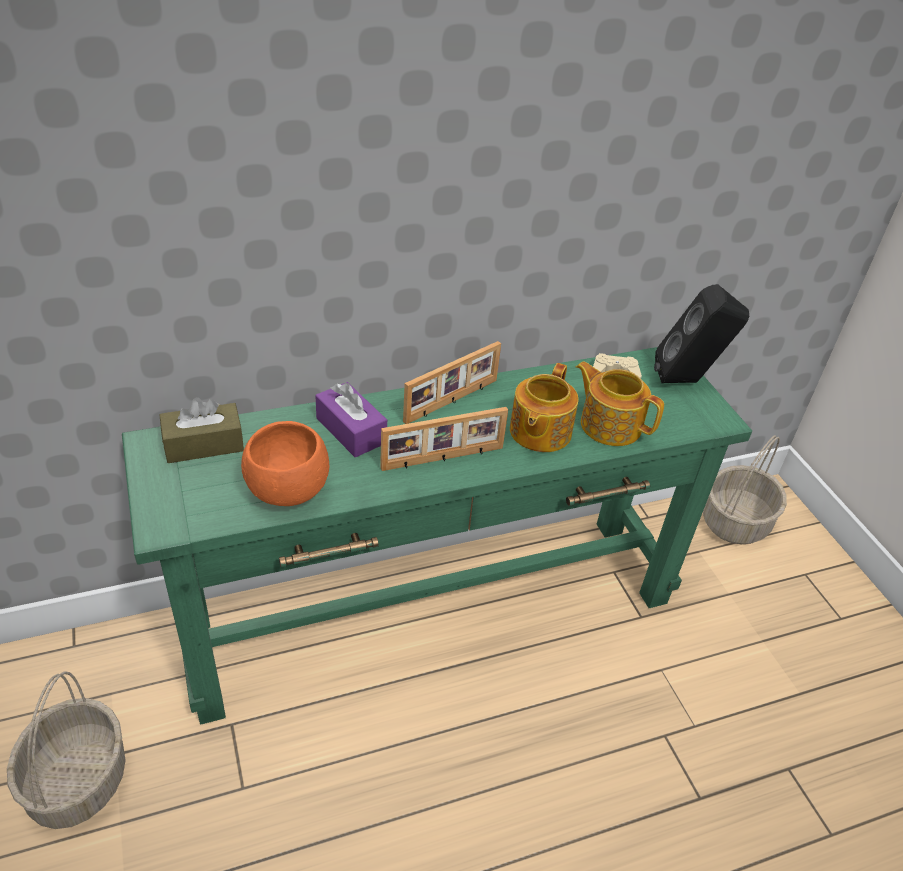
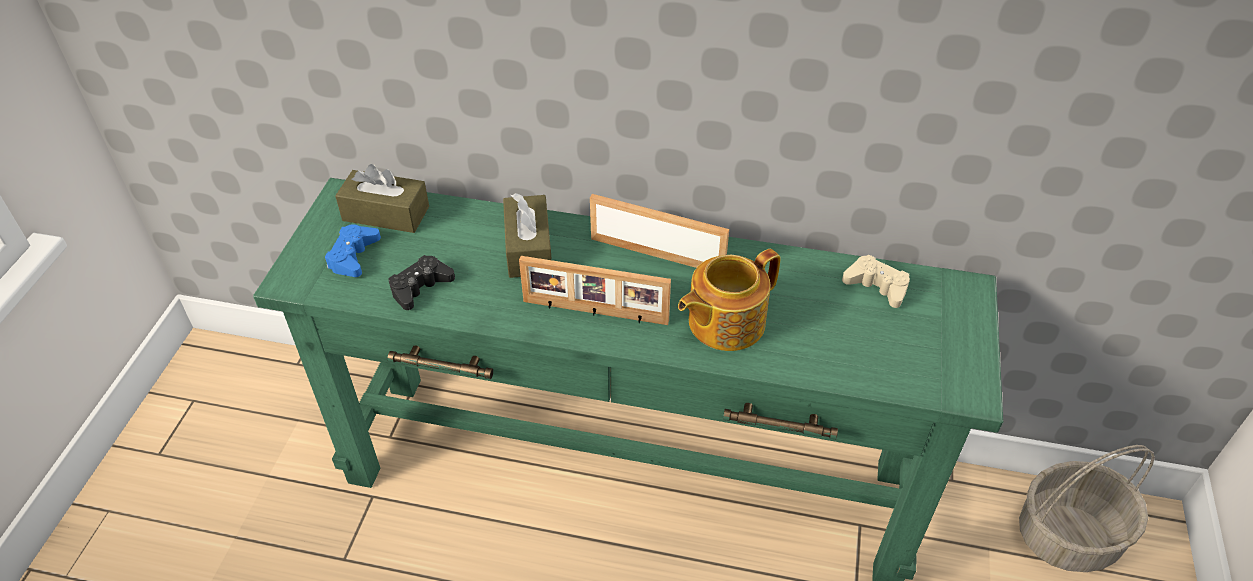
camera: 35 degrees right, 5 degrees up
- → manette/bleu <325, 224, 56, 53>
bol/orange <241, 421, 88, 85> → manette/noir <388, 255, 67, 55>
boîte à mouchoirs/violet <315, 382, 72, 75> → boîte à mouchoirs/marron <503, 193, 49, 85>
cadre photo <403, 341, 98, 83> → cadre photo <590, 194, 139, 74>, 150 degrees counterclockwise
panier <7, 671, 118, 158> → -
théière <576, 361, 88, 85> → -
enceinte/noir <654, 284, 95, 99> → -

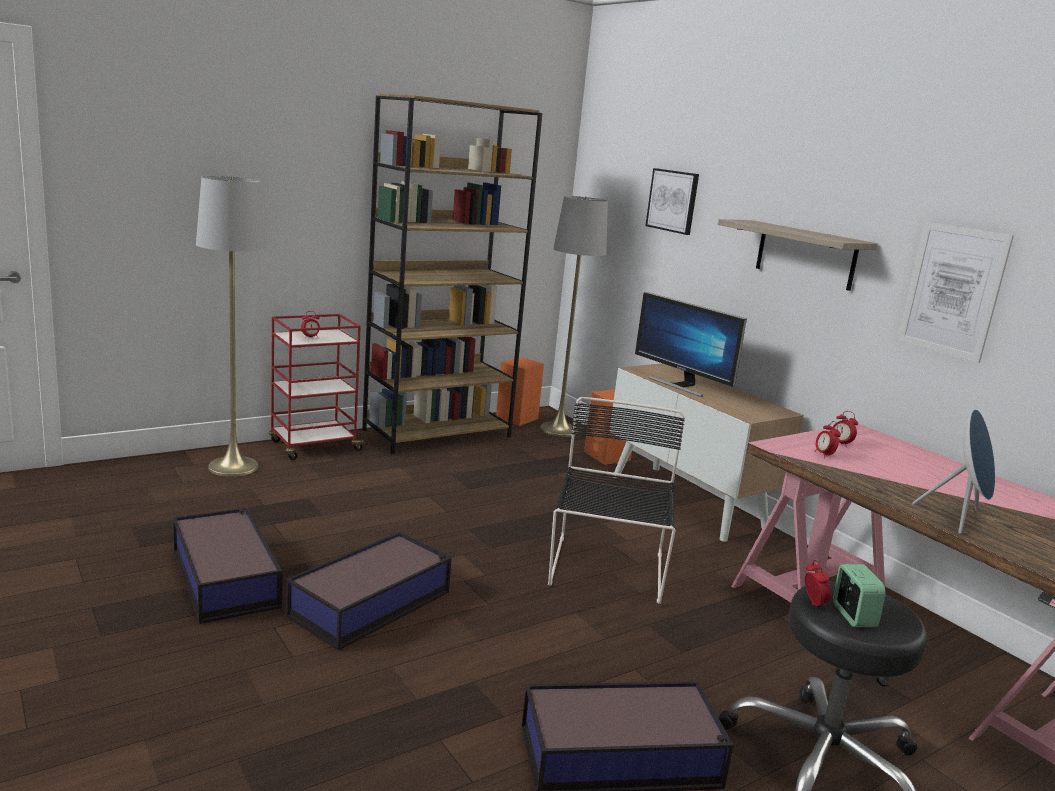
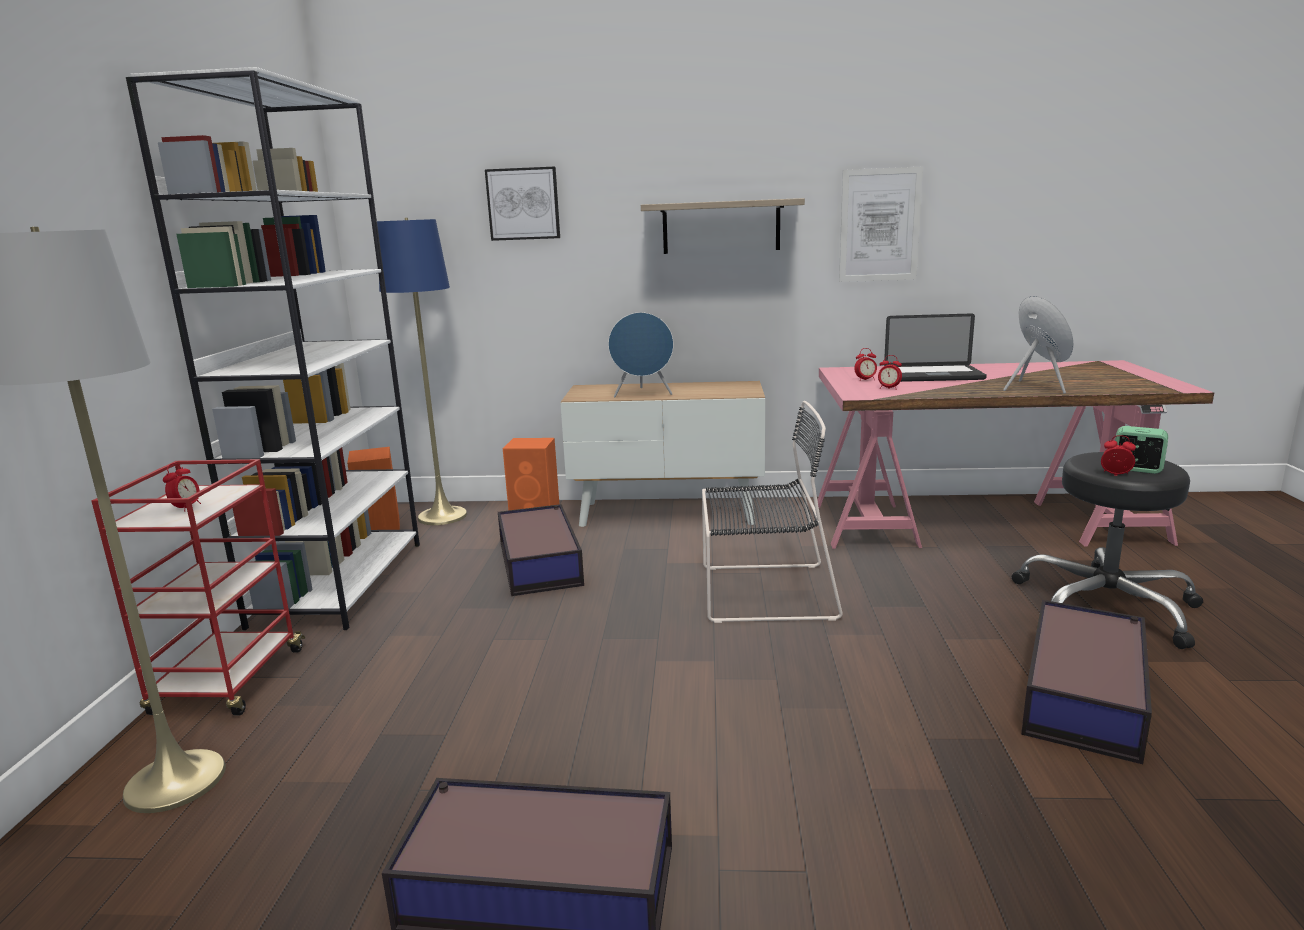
camera: 50 degrees left, 0 degrees up
bibliothèque/marron <362, 94, 181, 360> → bibliothèque/blanc <126, 67, 294, 563>
lampadaire/gris <540, 196, 68, 241> → lampadaire/bleu <377, 218, 90, 307>
boîte de rangement <286, 532, 166, 119> → boîte de rangement <498, 504, 86, 92>, moved
écran d'ordinateur <635, 292, 112, 105> → enceinte/bleu <608, 312, 66, 85>
chaise/noir <548, 397, 137, 207> → chaise/noir <702, 401, 141, 222>, 135 degrees clockwise
- → ordinateur portable <884, 313, 103, 69>

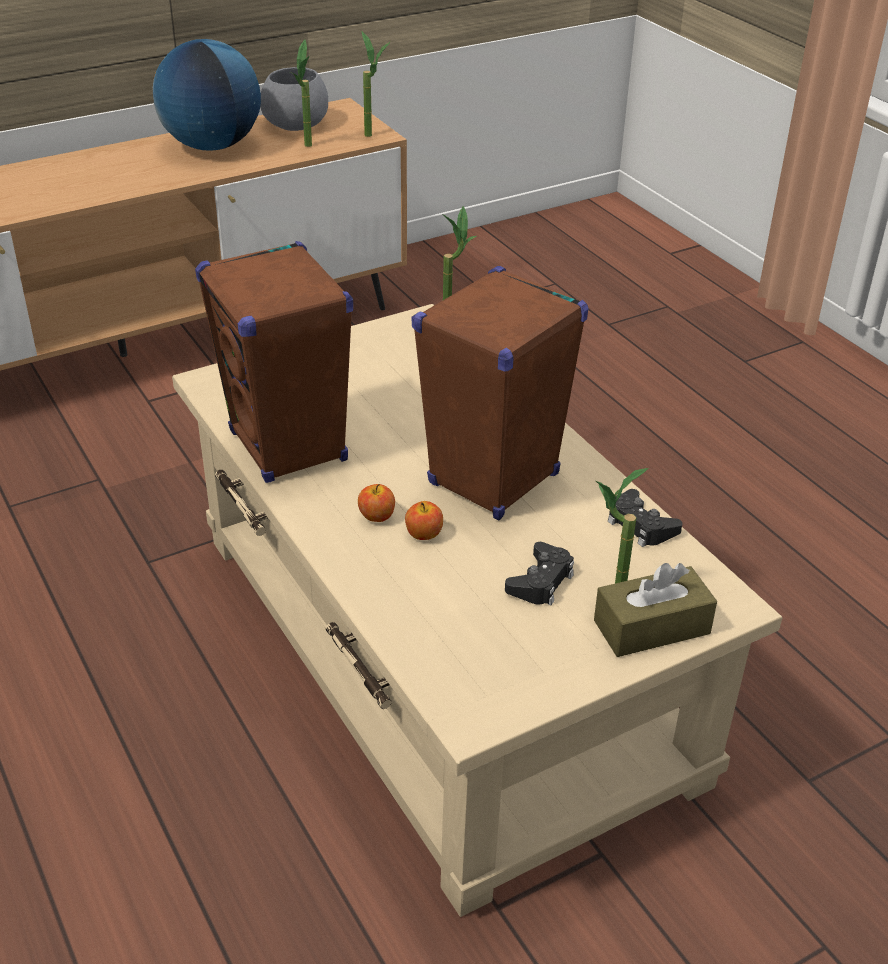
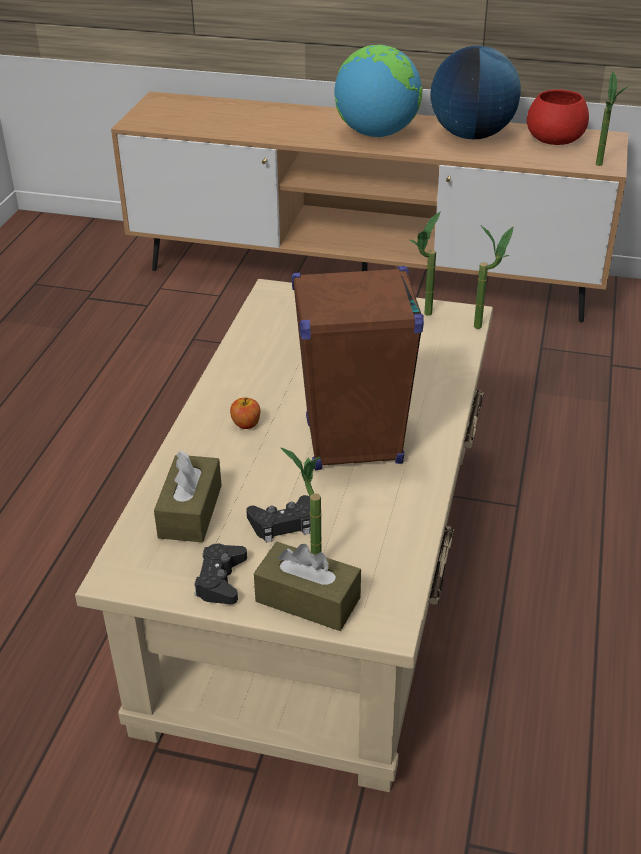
camera: 45 degrees right, 0 degrees up
- → boîte à mouchoirs/marron <154, 451, 68, 92>
manette/noir <608, 489, 75, 58> → manette/noir <194, 544, 53, 60>, moved
- → globe <335, 45, 87, 92>
plante en pot <290, 40, 22, 107> → plante en pot <408, 212, 32, 104>, moved
bol/gris <260, 67, 68, 64> → bol/rouge <527, 90, 62, 55>
enceinte/marron <195, 241, 158, 242> → -
pomme <405, 501, 38, 39> → -

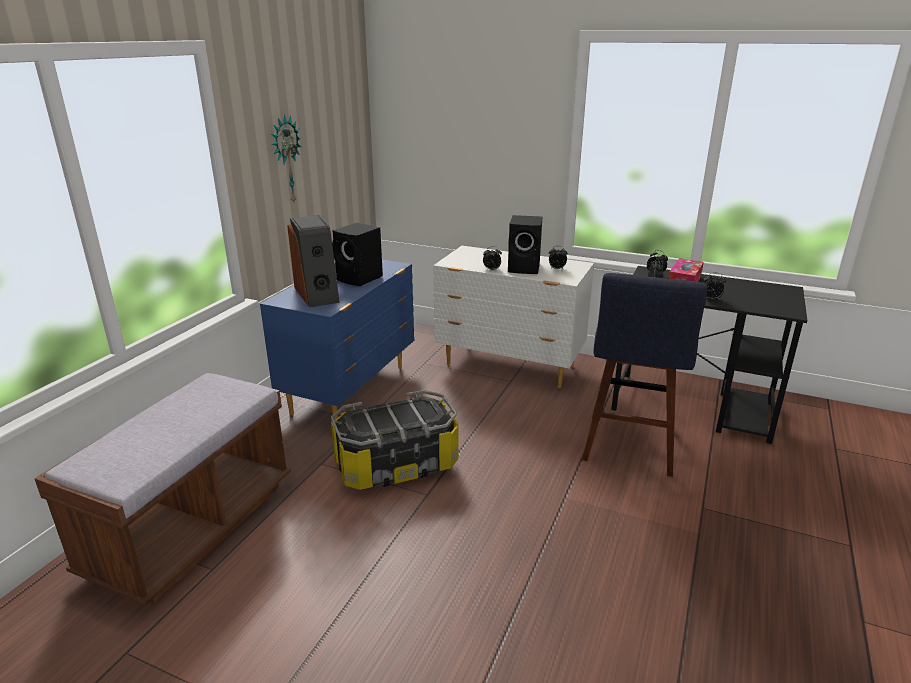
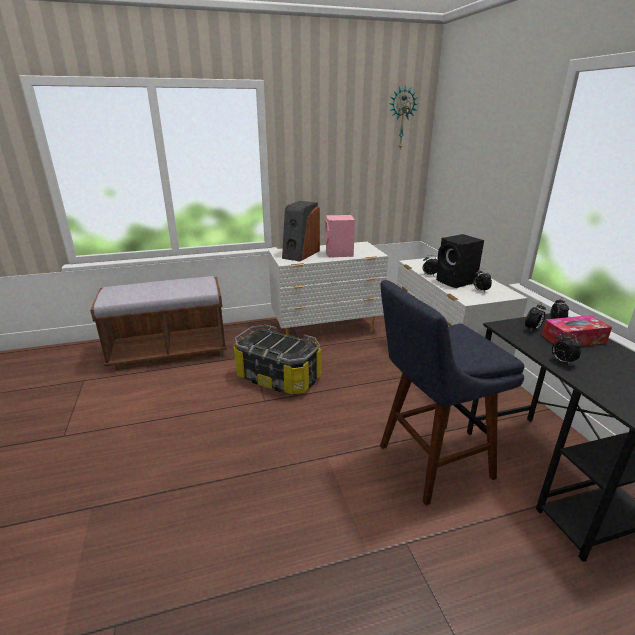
camera: 50 degrees right, 0 degrees up
commode/bleu <260, 260, 154, 160> → commode/blanc <268, 242, 120, 93>
enceinte/noir <332, 223, 51, 63> → enceinte/rose <325, 215, 30, 42>
horloge murale <272, 115, 30, 87> → horloge murale <389, 85, 29, 64>, moved

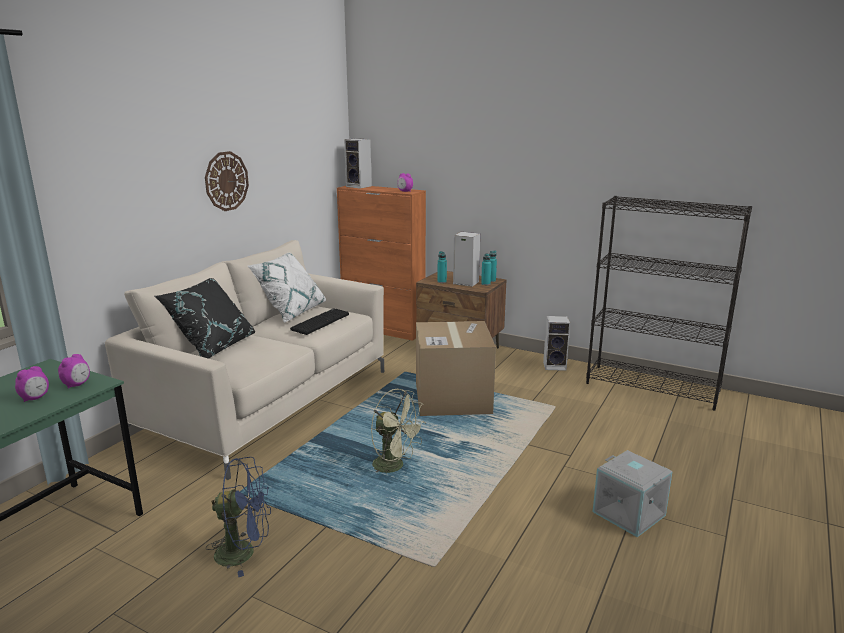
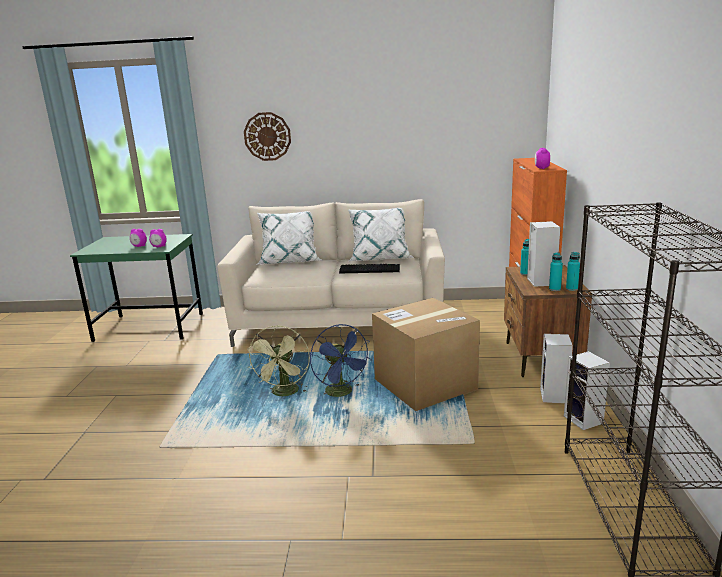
camera: 65 degrees right, 0 degrees up
horloge murale <205, 151, 44, 60> → horloge murale <244, 112, 47, 49>, moved
coussin/noir <154, 278, 101, 81> → coussin/blanc <256, 211, 65, 54>
ventilateur/bleu <205, 457, 66, 120> → ventilateur/bleu <310, 324, 61, 73>, moved
enceinte <344, 138, 28, 51> → enceinte <540, 334, 33, 70>, moved
boîte de rangement/gris <593, 450, 79, 87> → -

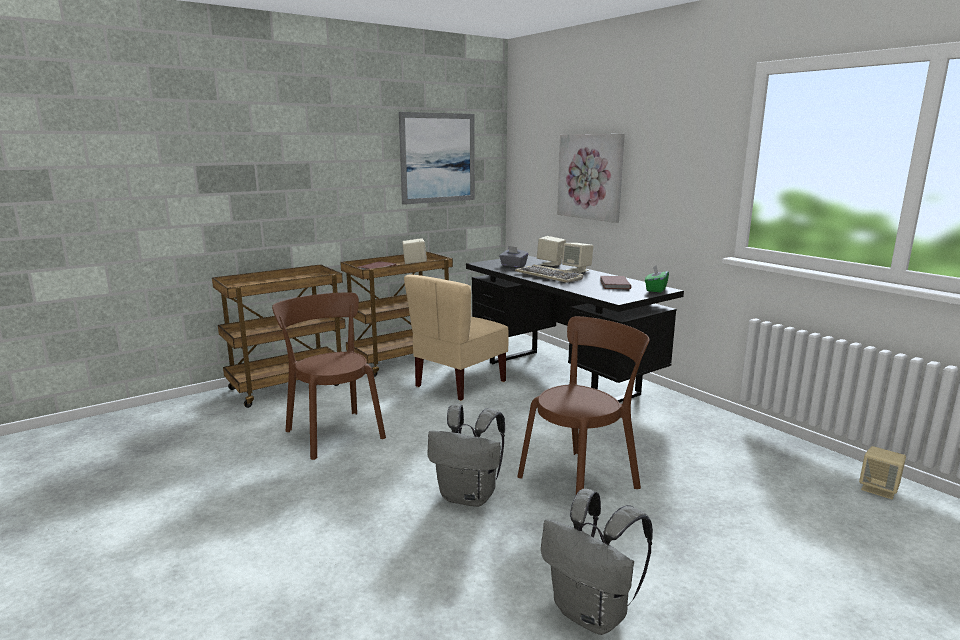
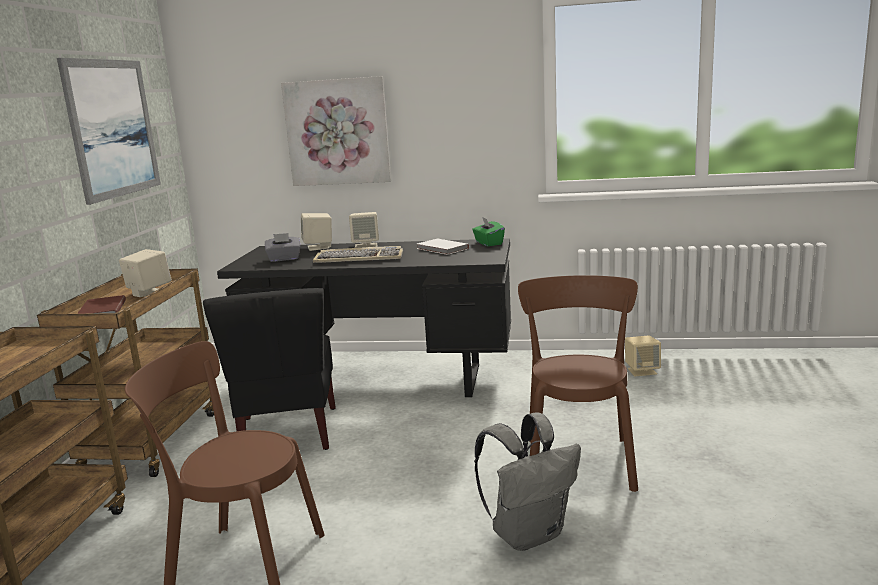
camera: 45 degrees left, 0 degrees up
chaise/beige <404, 275, 105, 126> → chaise/noir <203, 288, 132, 162>
livre/marron <600, 276, 31, 13> → livre/blanc <417, 238, 52, 17>
enceinte/beige <859, 446, 47, 53> → enceinte/beige <625, 335, 36, 41>, moved
sac à dos/gris <541, 489, 112, 146> → -

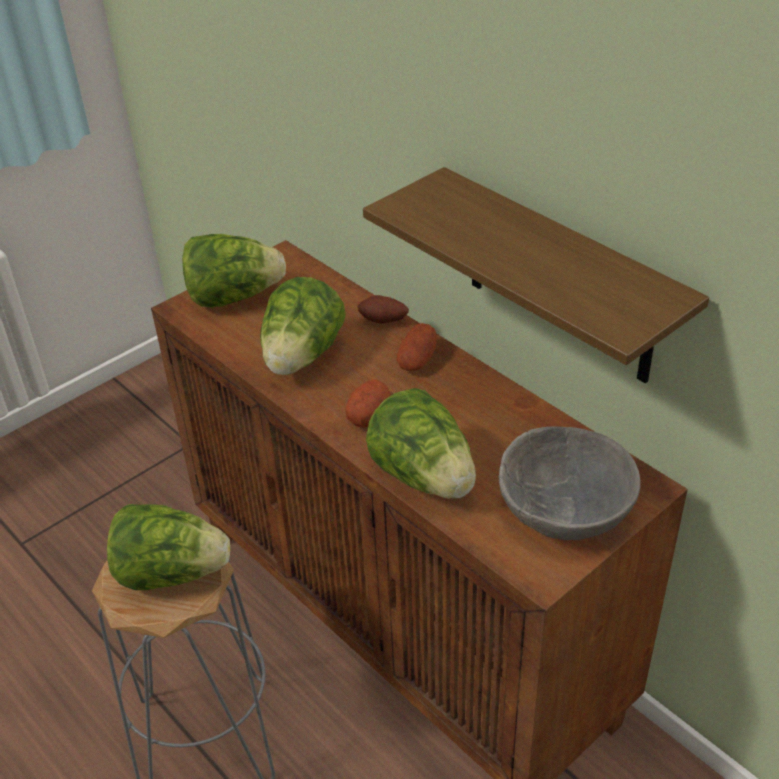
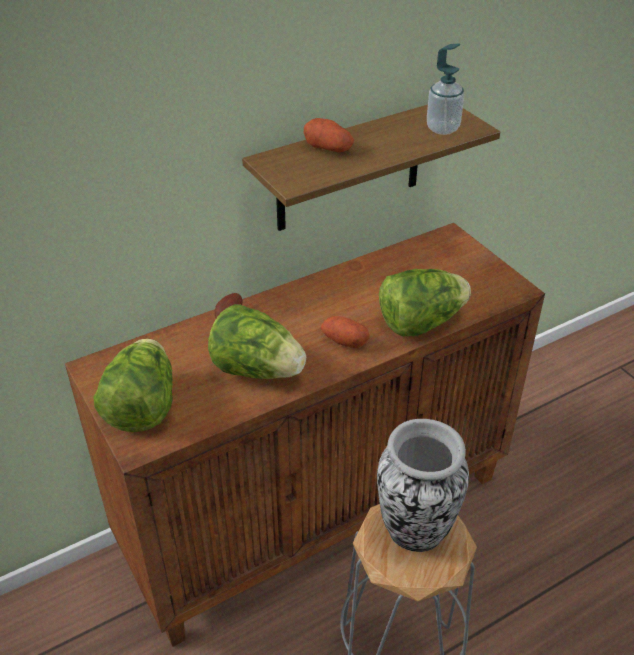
camera: 80 degrees left, 0 degrees up
pomme de terre <396, 323, 41, 48> → pomme de terre <304, 118, 50, 34>, moved
laitue <107, 504, 123, 86> → vase <377, 419, 92, 133>
- → distributeur de savon <427, 44, 37, 91>
bol/gris <499, 426, 142, 114> → -

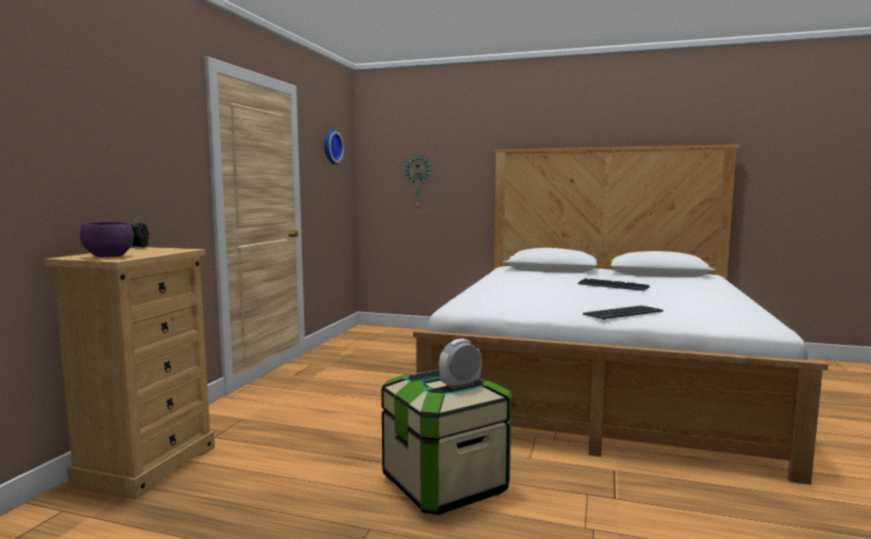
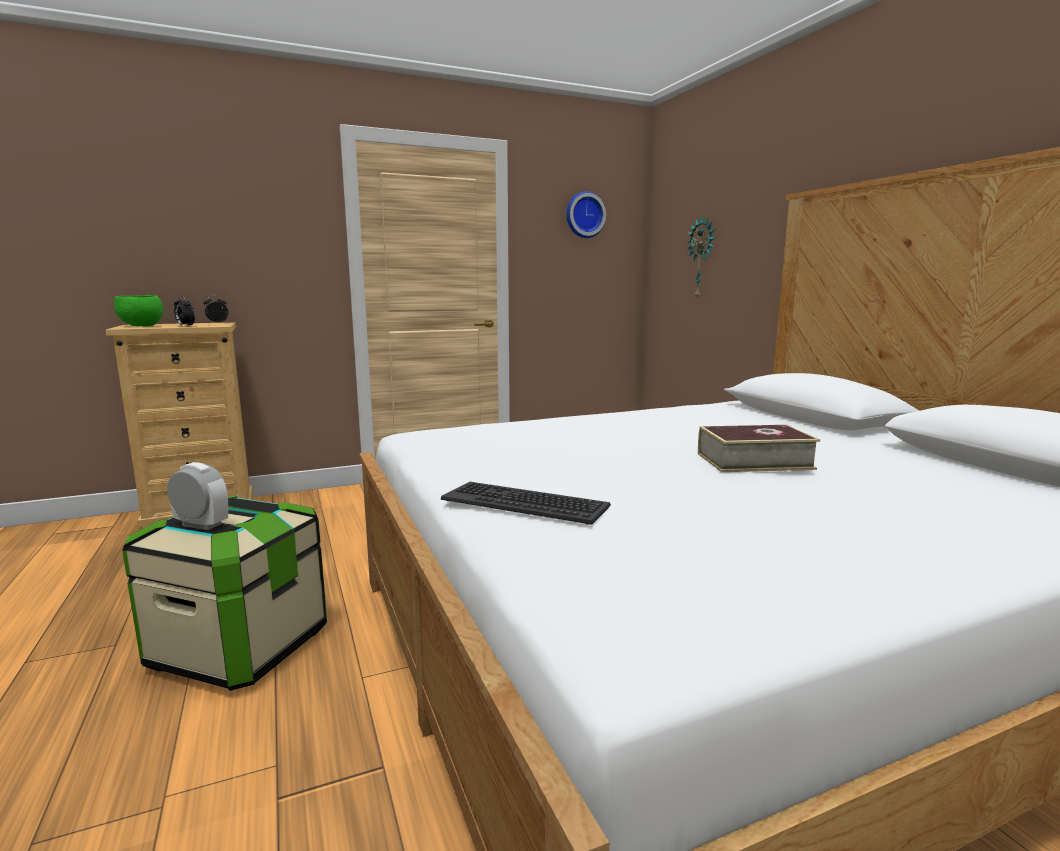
camera: 50 degrees right, 5 degrees up
bol/violet <80, 222, 54, 35> → bol/vert <114, 295, 49, 32>
- → réveil <174, 296, 21, 30>
clavier <578, 278, 72, 13> → livre <698, 425, 122, 47>

